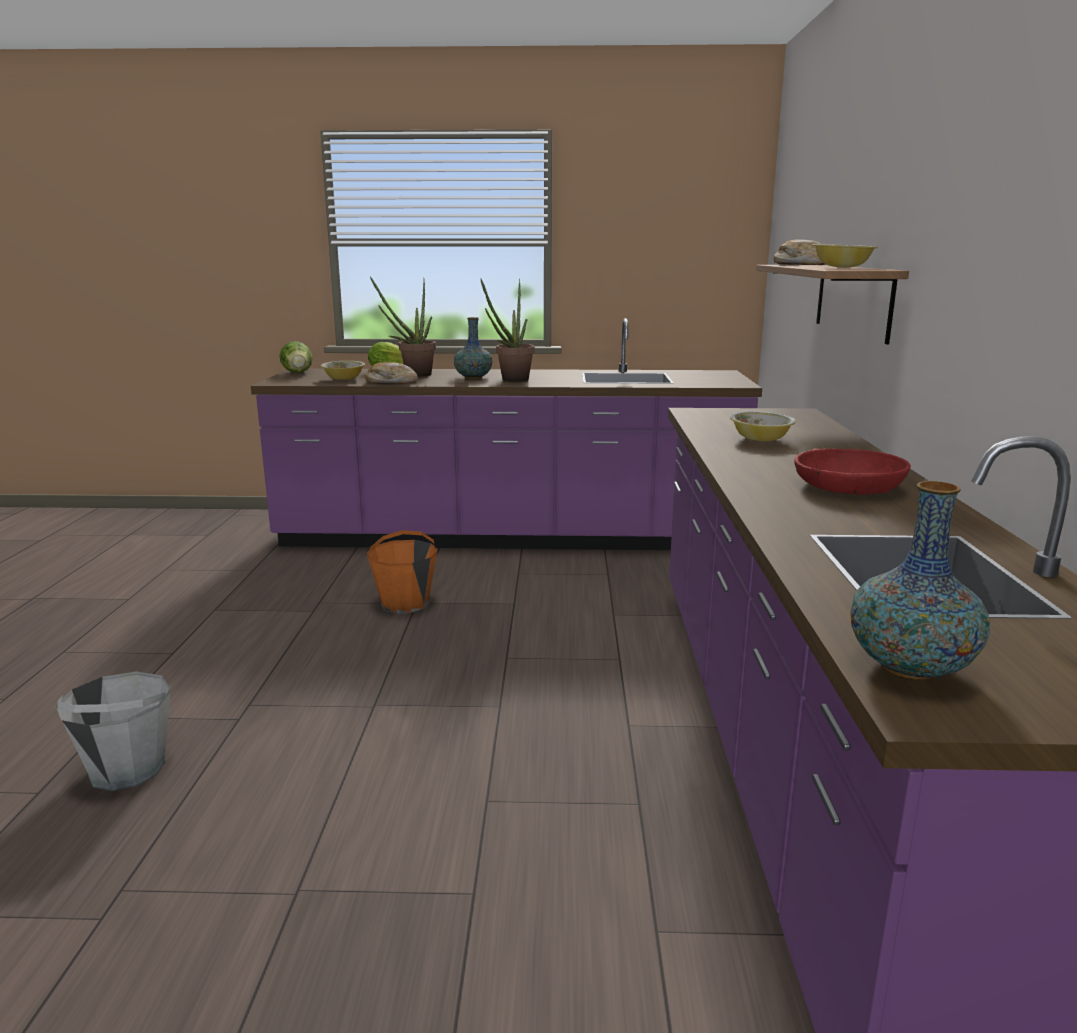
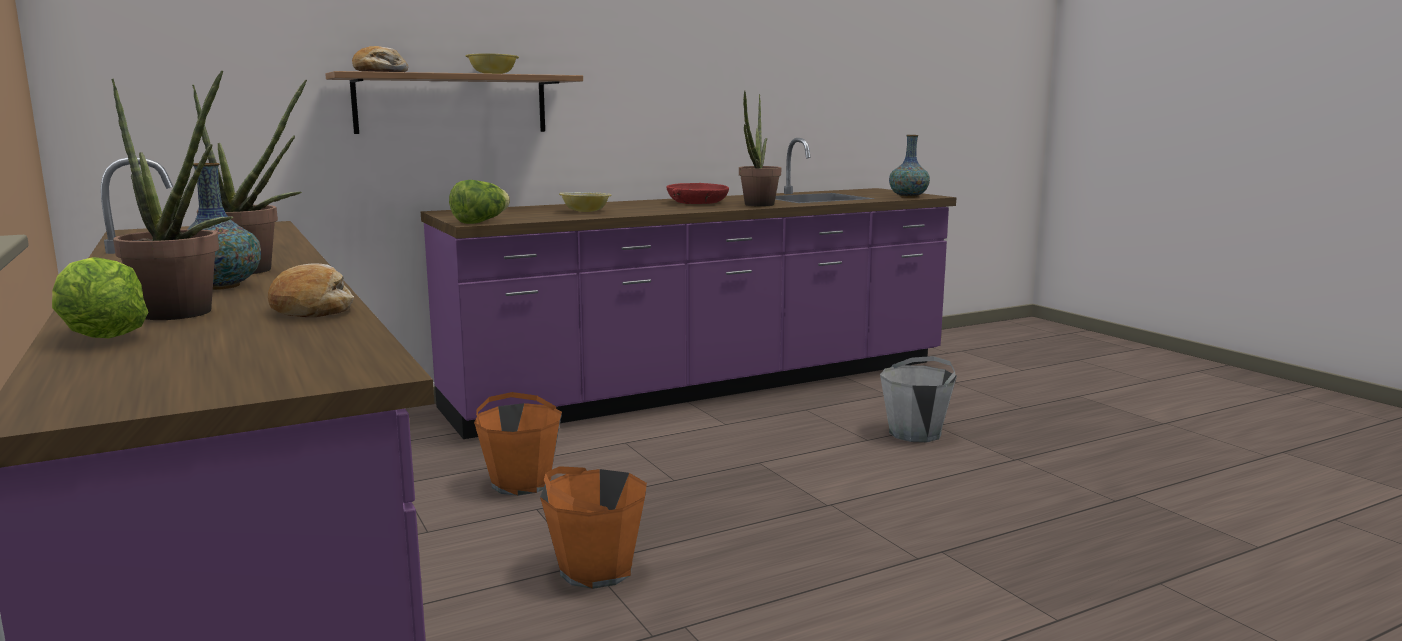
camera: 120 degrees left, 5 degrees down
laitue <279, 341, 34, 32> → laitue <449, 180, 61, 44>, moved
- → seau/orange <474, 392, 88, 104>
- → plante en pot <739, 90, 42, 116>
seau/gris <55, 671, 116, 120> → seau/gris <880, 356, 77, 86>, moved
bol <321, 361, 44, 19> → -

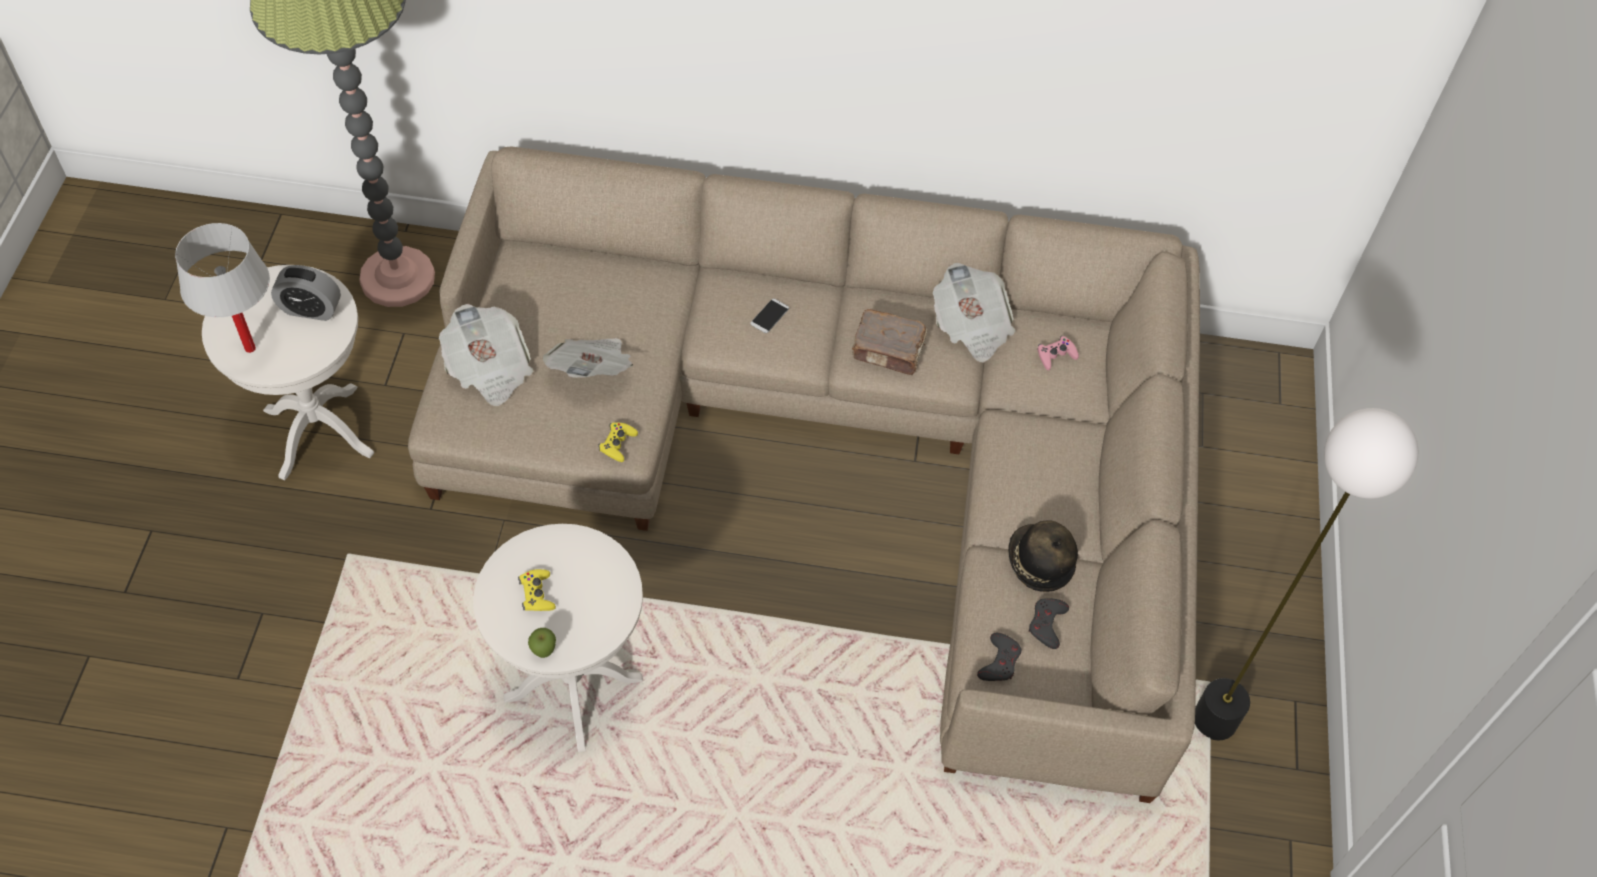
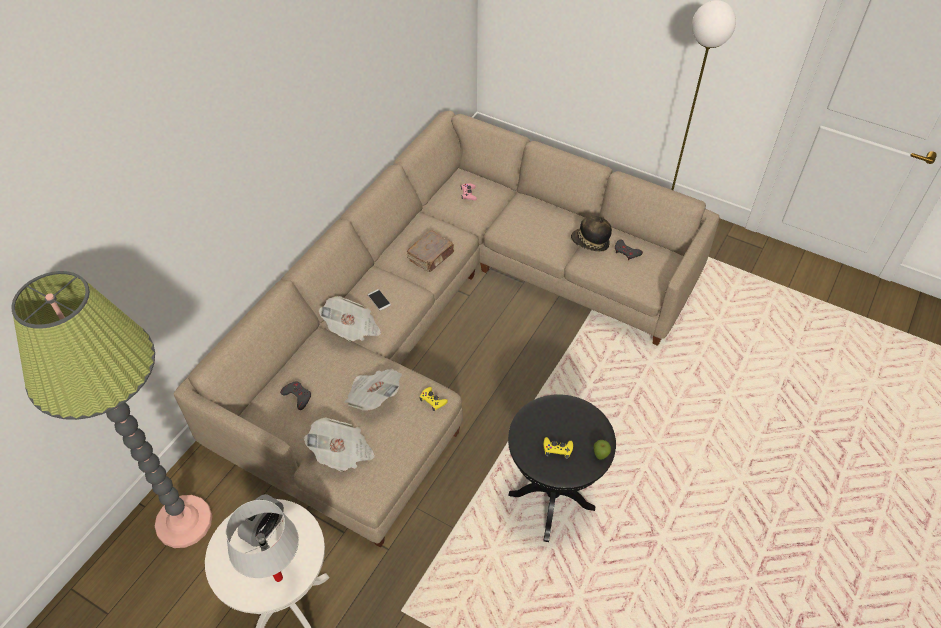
camera: 65 degrees left, 5 degrees down
manette/gris <977, 633, 44, 48> → manette/gris <280, 381, 31, 29>, moved
journal <933, 263, 83, 100> → journal <319, 296, 62, 45>, moved
table d'appoint/blanc <473, 524, 170, 228> → table d'appoint/noir <508, 394, 108, 148>

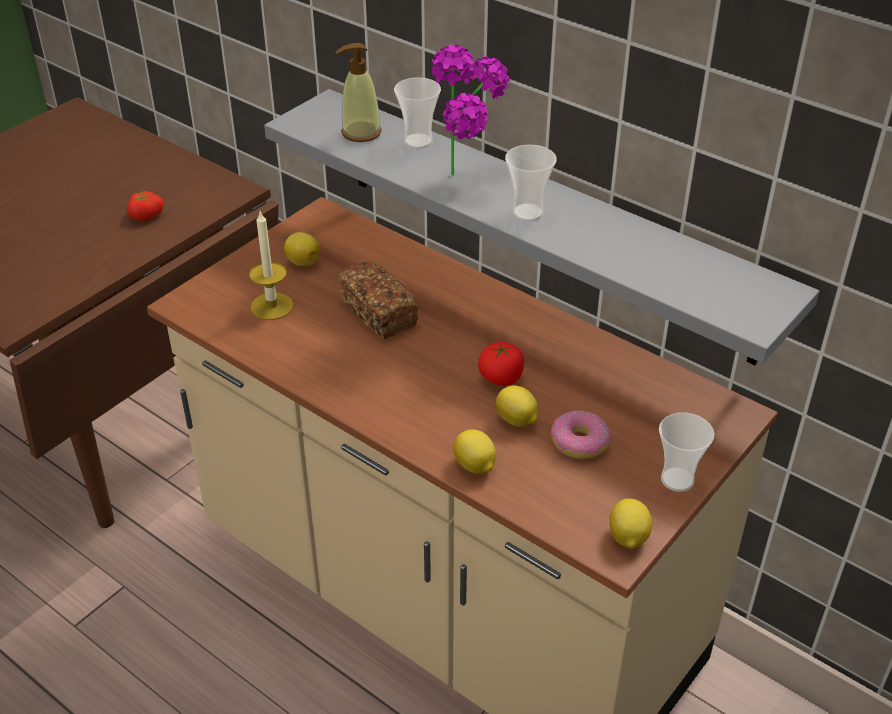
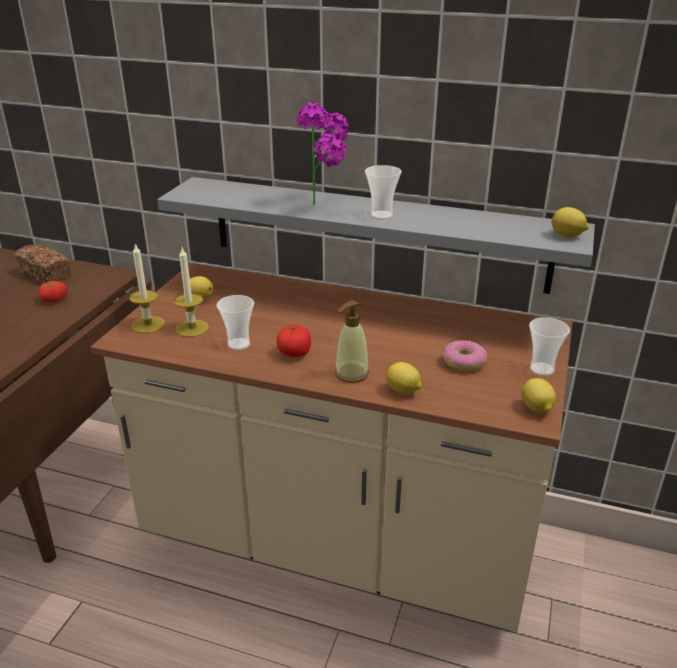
camera: 20 degrees left, 10 degrees down
pain <338, 261, 80, 78> → pain <15, 245, 56, 38>, moved
- → bougie <129, 244, 36, 89>
tasse <394, 78, 47, 71> → tasse <217, 295, 37, 55>, moved
tomate <478, 342, 46, 44> → tomate <277, 325, 34, 32>, moved
distributeur de savon <335, 43, 47, 99> → distributeur de savon <334, 301, 35, 82>, moved
citron <496, 385, 42, 42> → citron <551, 207, 38, 30>, moved

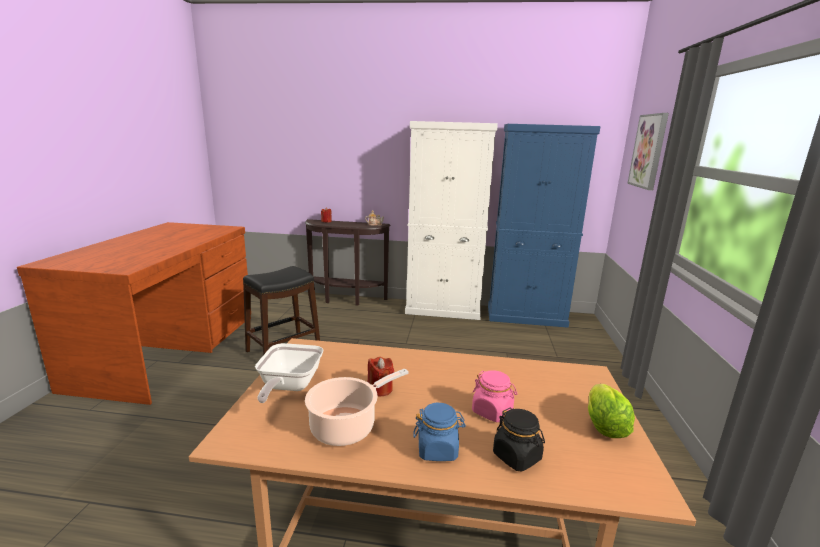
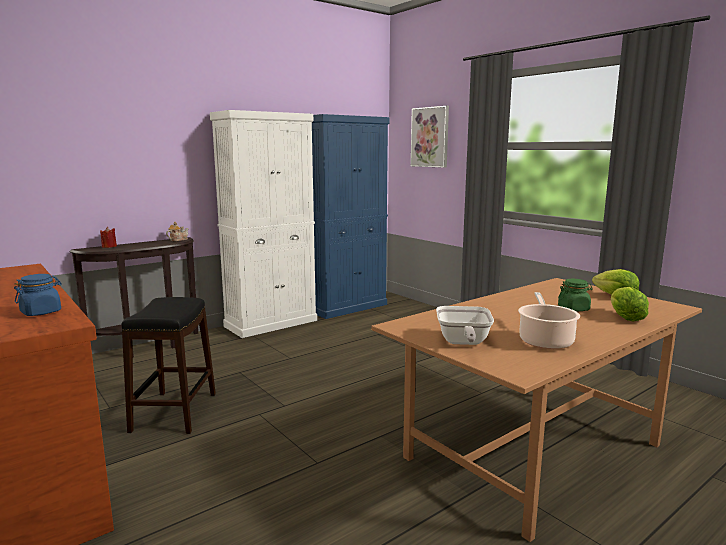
camera: 45 degrees left, 5 degrees down
bocal/bleu <413, 403, 53, 58> → bocal/bleu <14, 274, 48, 42>, moved
poêle <255, 343, 68, 60> → poêle <436, 306, 58, 39>, 45 degrees clockwise
bocal/rose <472, 370, 46, 52> → bocal/vert <558, 279, 35, 32>
bocal/noir <493, 408, 52, 64> → laitue <611, 287, 38, 35>
bougie/rouge <368, 357, 26, 39> → -

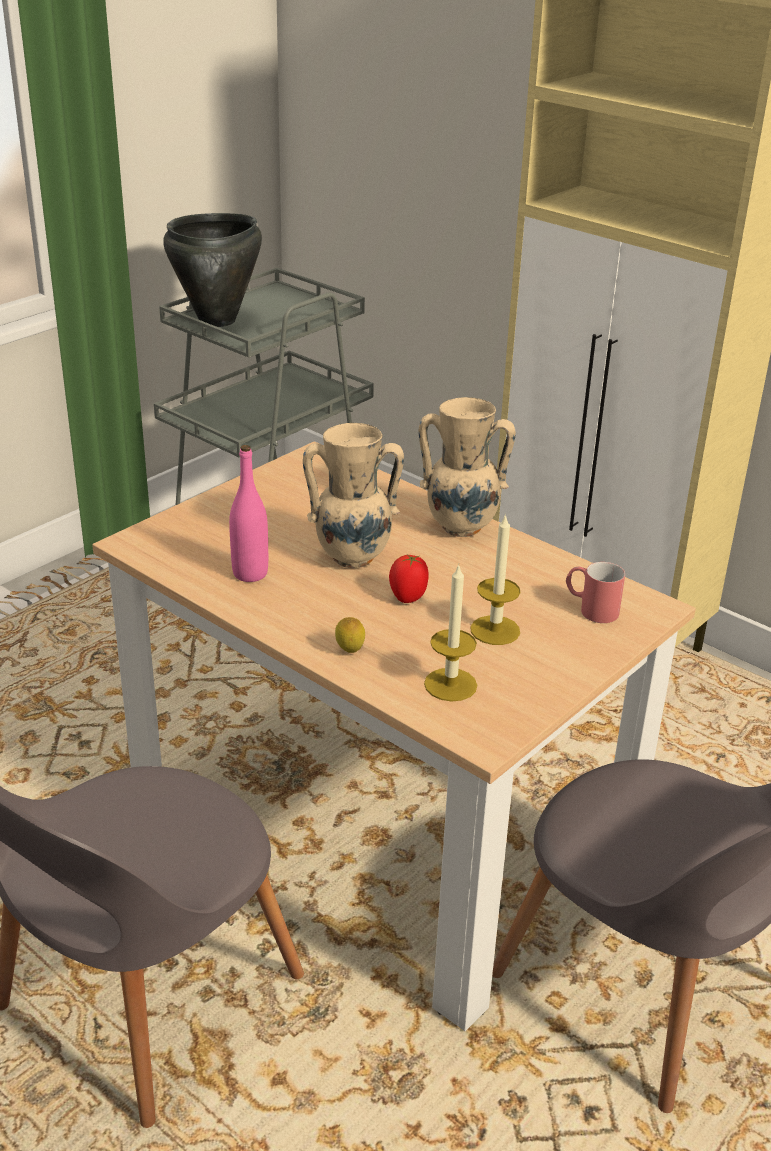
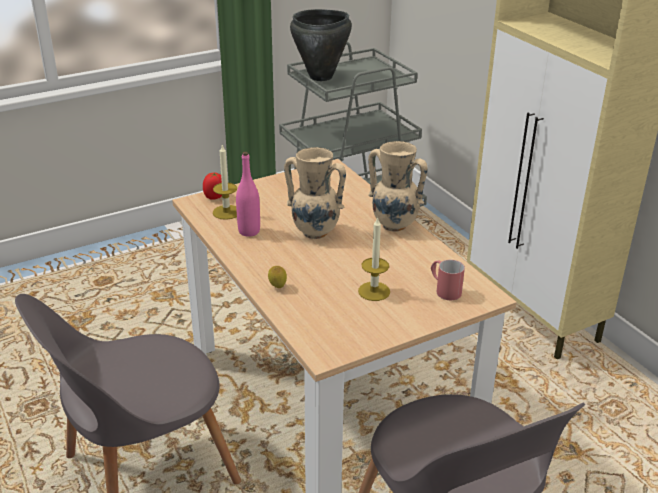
camera: 20 degrees right, 0 degrees up
tomate <389, 555, 40, 48> → tomate <203, 172, 19, 28>, moved
bougie <424, 563, 53, 139> → bougie <213, 145, 24, 75>, moved

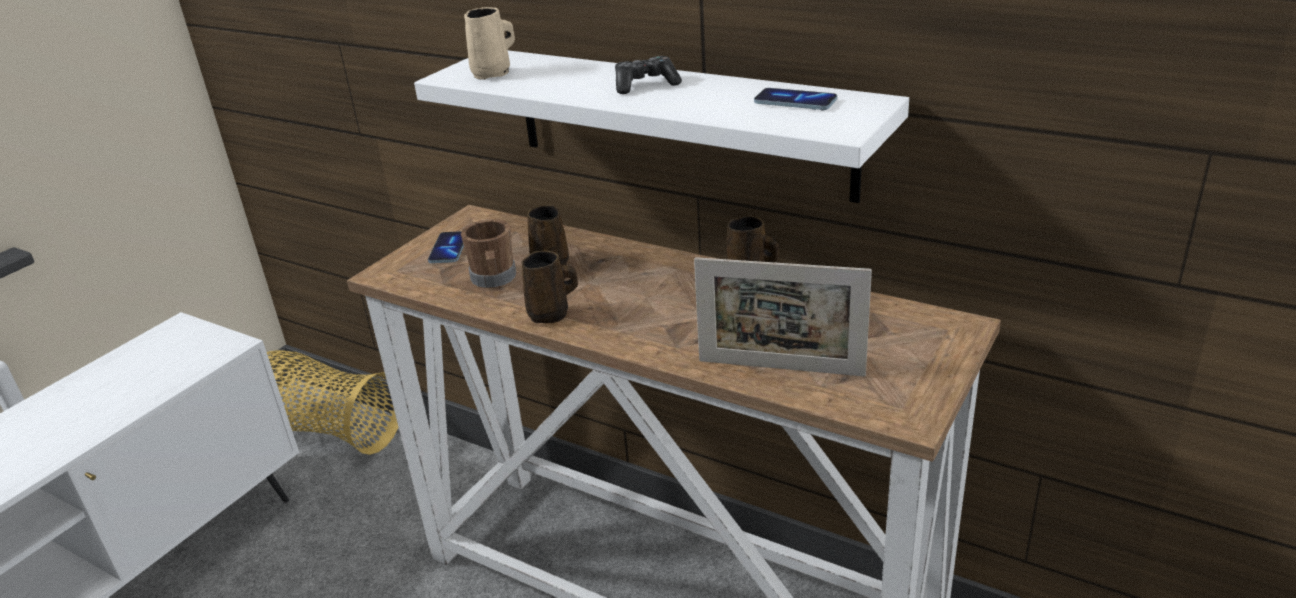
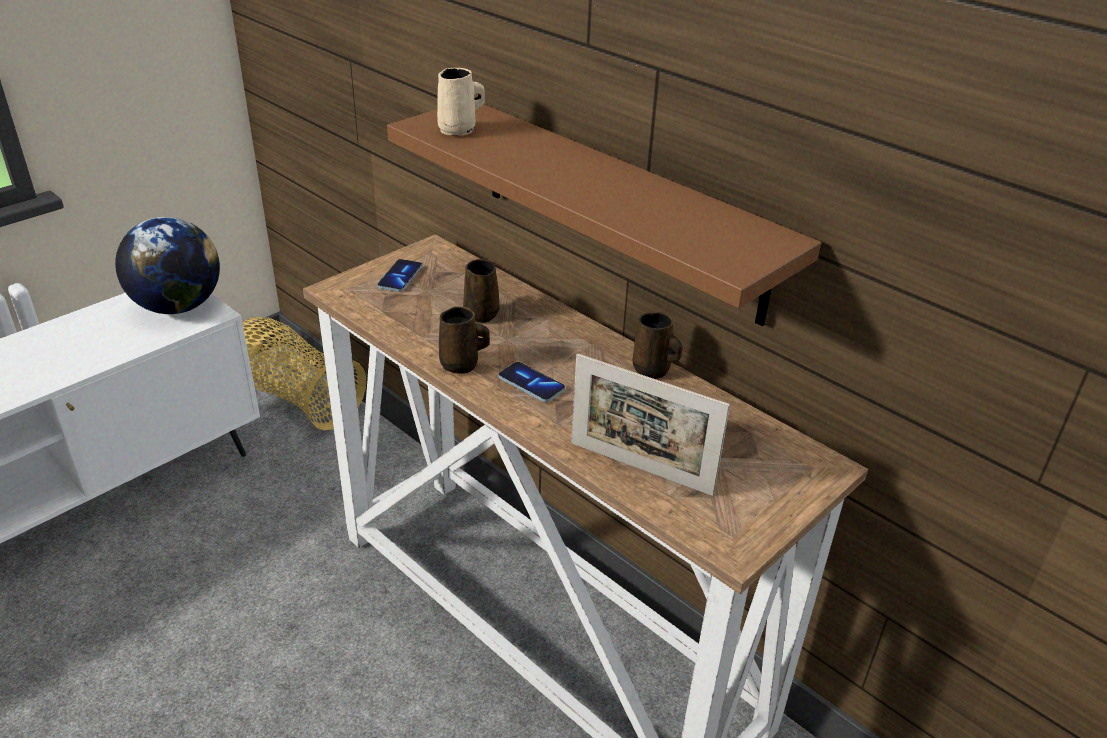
camera: 10 degrees right, 5 degrees up
- → globe <115, 217, 105, 97>
étagère/blanc <414, 50, 495, 153> → étagère/marron <387, 104, 434, 223>
téléphone <754, 88, 83, 22> → téléphone <498, 362, 67, 40>, moved
mug/marron <461, 219, 55, 69> → -
manette <615, 56, 67, 38> → -

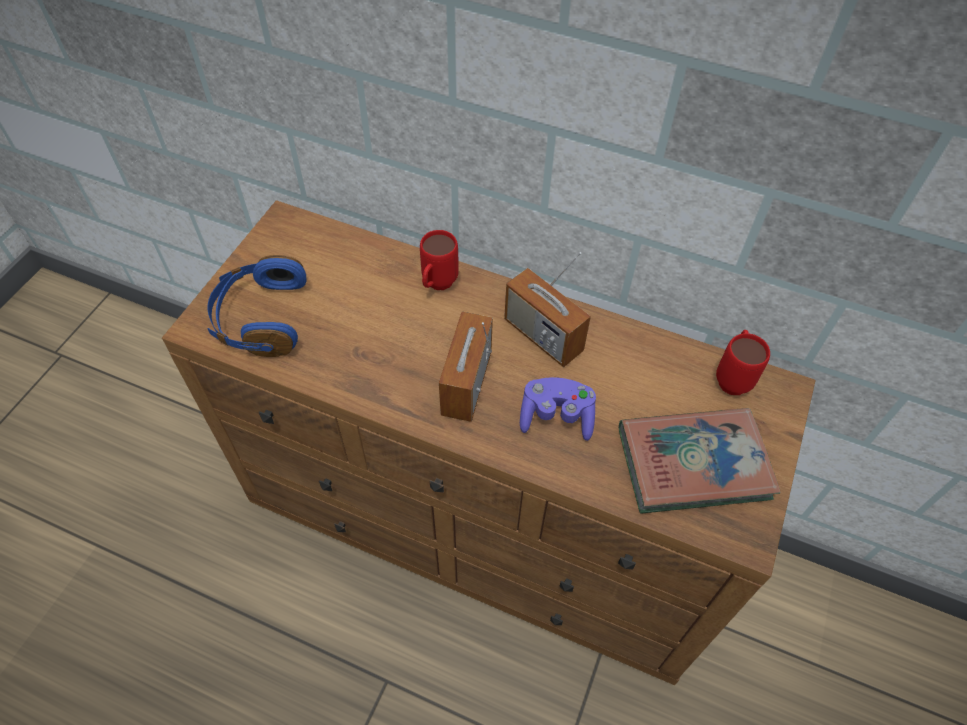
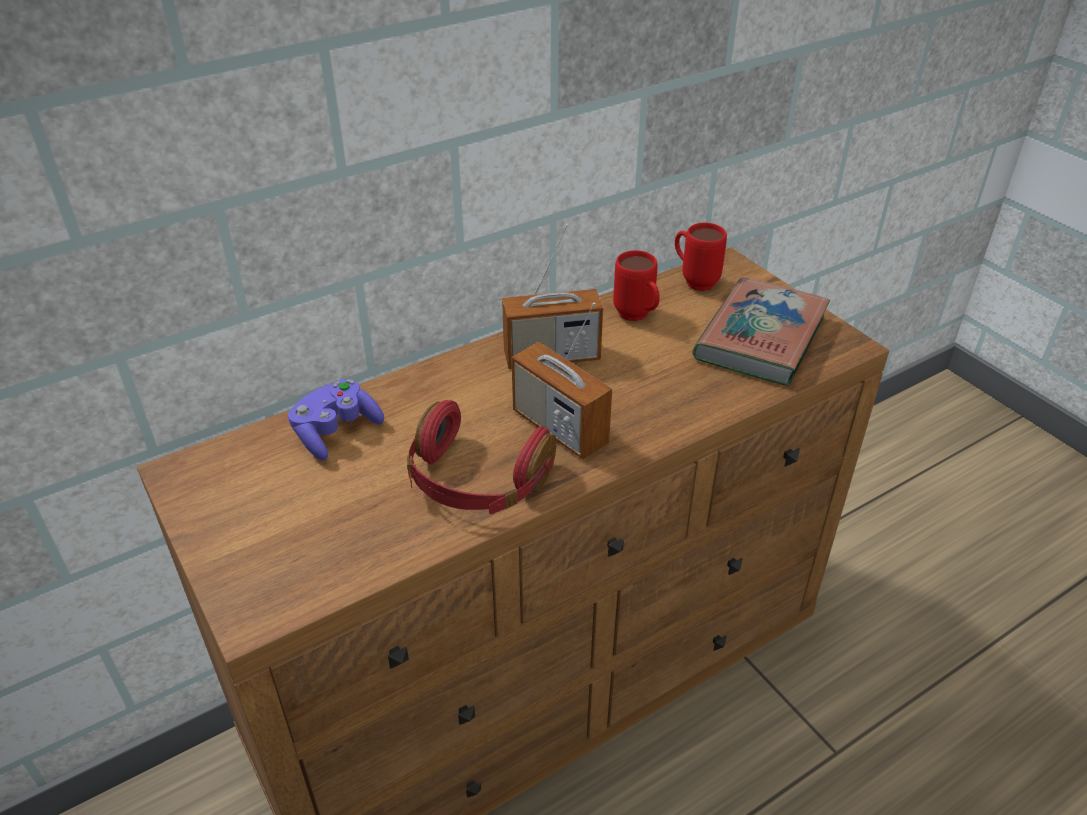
camera: 55 degrees left, 15 degrees down
manette/violet <520, 377, 76, 64> → manette/violet <288, 379, 96, 82>, moved
- → casque audio/rouge <407, 400, 149, 114>
mug/rouge <420, 230, 39, 60> → mug/rouge <613, 250, 47, 71>, moved
casque audio/bleu <207, 255, 100, 102> → -

